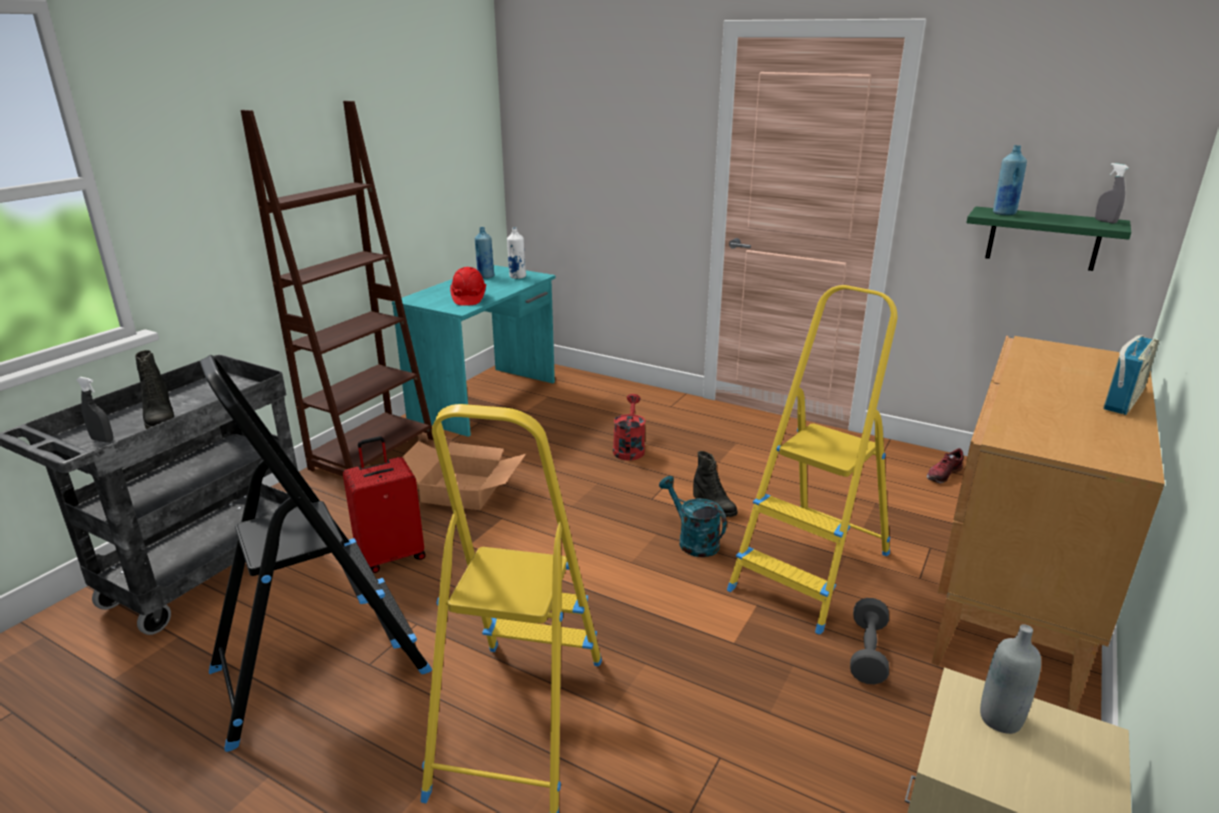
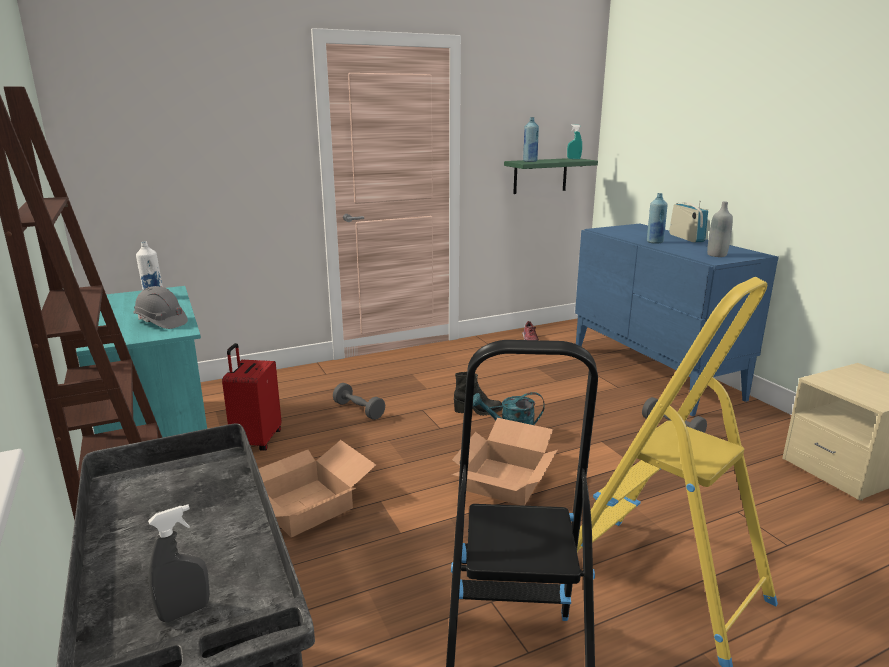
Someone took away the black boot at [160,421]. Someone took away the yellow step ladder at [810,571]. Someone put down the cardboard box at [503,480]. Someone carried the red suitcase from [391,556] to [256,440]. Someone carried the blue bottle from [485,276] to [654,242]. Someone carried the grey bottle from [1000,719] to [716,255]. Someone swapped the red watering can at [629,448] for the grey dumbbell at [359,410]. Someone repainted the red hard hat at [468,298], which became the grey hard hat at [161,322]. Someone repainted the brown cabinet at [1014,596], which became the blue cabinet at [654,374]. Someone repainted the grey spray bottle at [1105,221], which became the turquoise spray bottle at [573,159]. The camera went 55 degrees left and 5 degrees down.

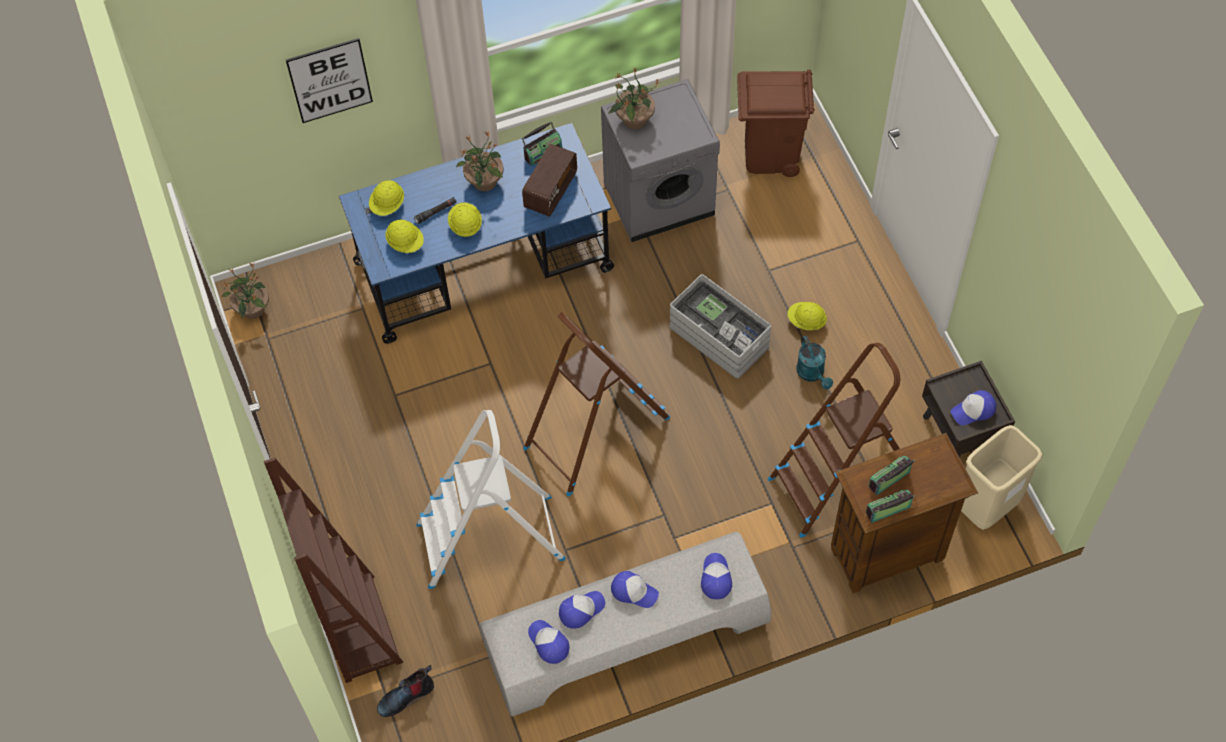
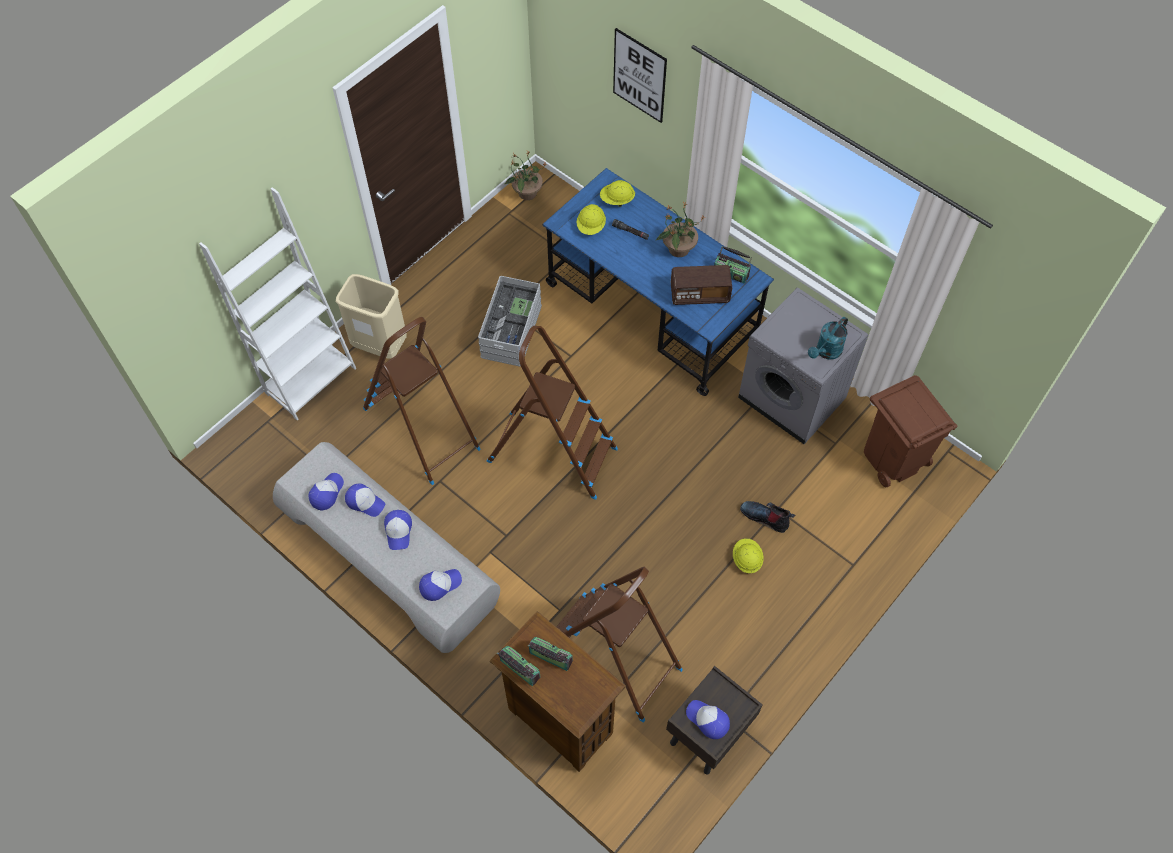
Someone took away the yellow hard hat at [465,225]. Someone took away the potted plant at [634,120]. Someone carried the boot from [406,696] to [765,517]. Someone carried the grey storage box from [720,336] to [512,331]. Someone carried the turquoise watering can from [812,374] to [826,352]. Someone carried the beige trash can from [986,506] to [380,346]. Someone repainted the brown bookcase at [359,628], which became the white bookcase at [310,380]. Someone repainted the white step ladder at [489,542], which became the brown step ladder at [420,427]. The camera went 60 degrees right and 0 degrees up.

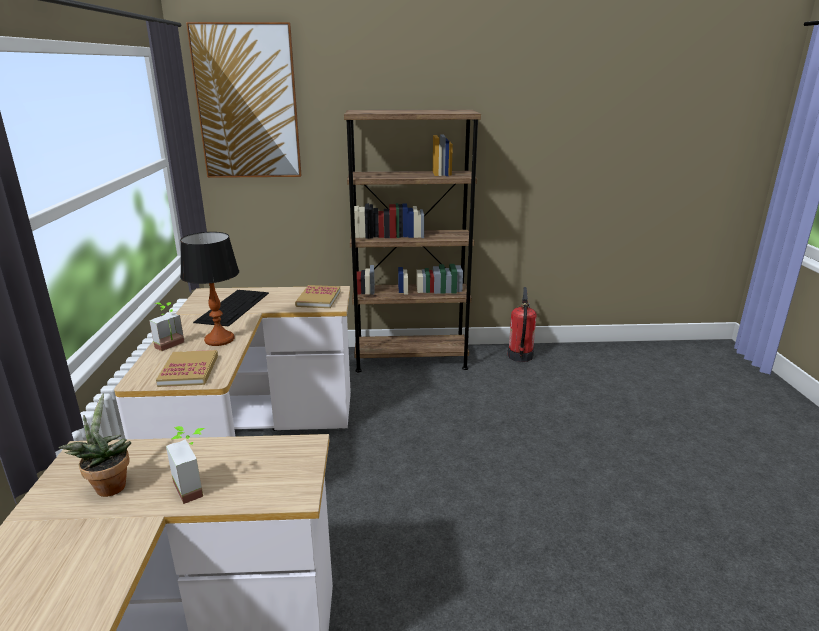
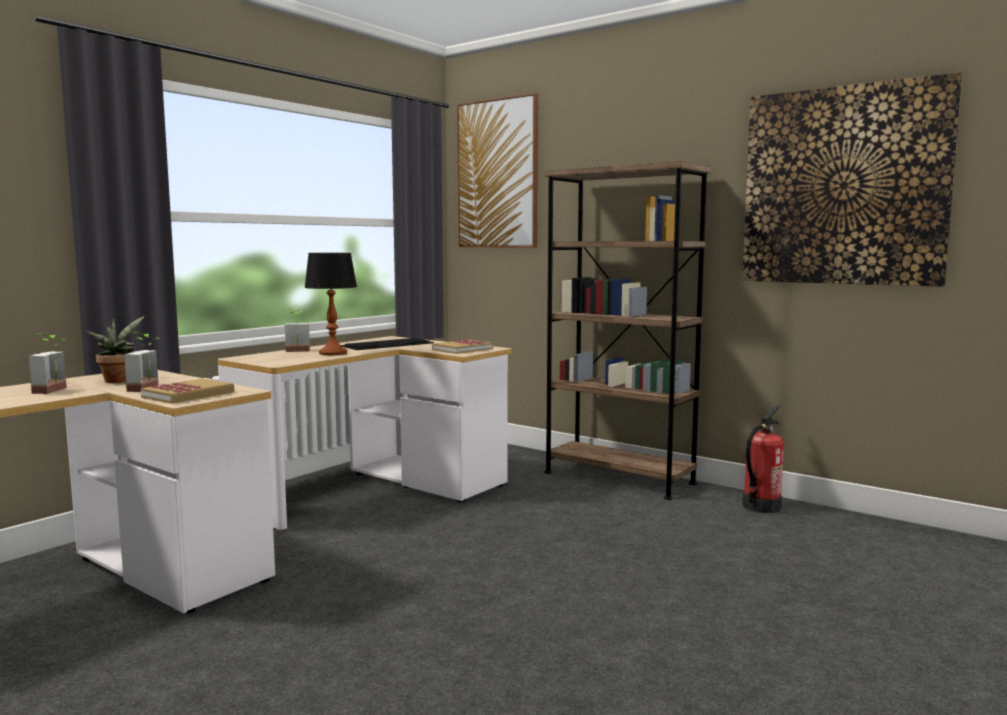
Someone put down the potted plant at [56,390]. Someone put up the picture at [843,186]. Someone carried the book from [189,371] to [188,394]. The camera went 40 degrees right and 15 degrees down.

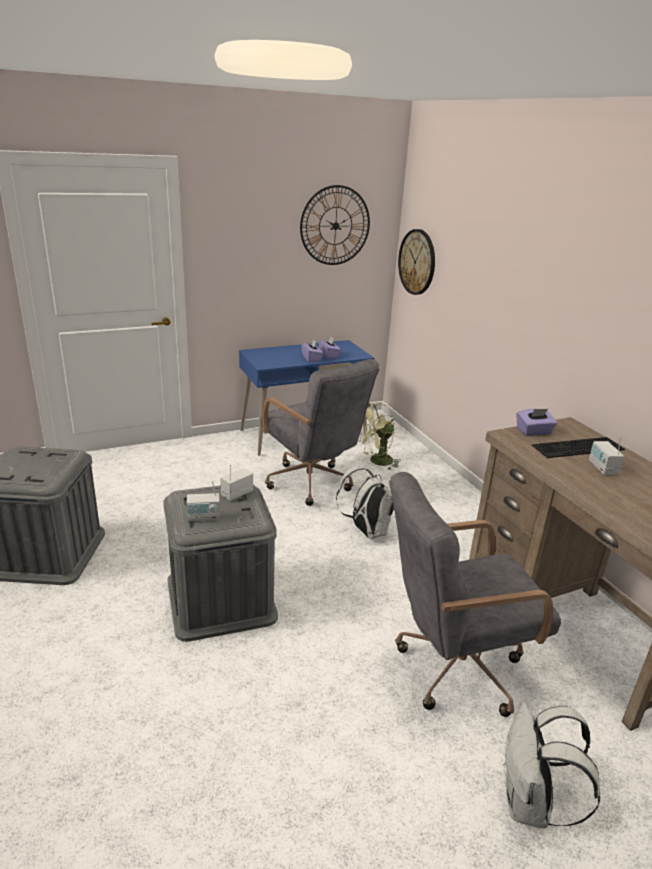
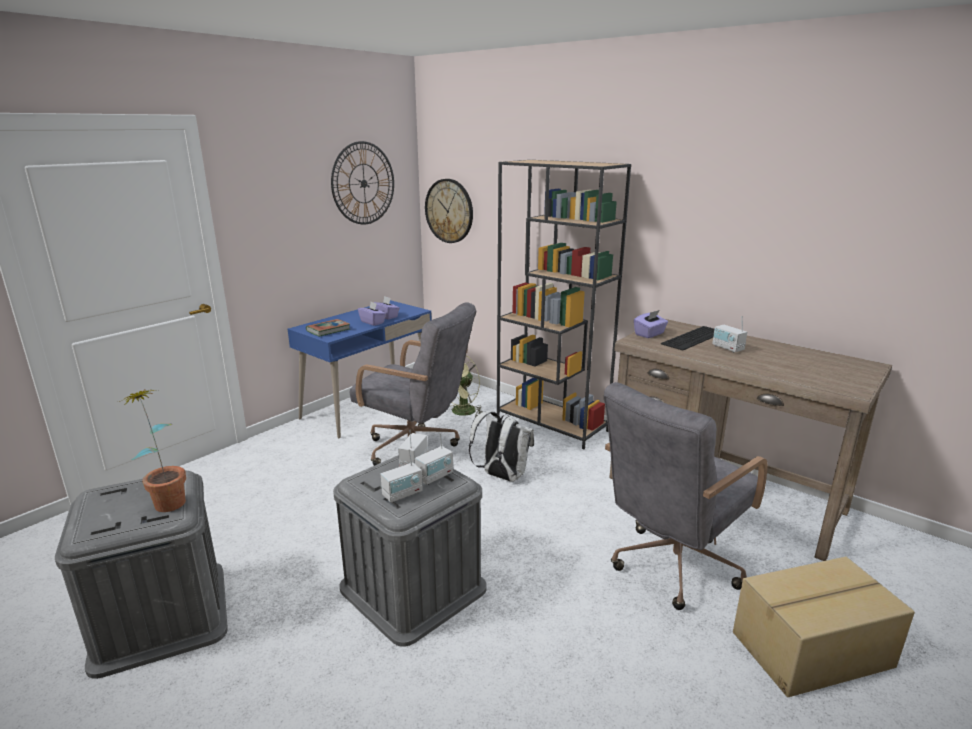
Someone put down the potted plant at [167,500]. Someone put down the book at [328,330]. Someone put down the radio at [435,476]. Someone put down the bookcase at [552,424]. Someone swapped the white backpack at [530,804] for the cardboard box at [813,651]. The camera went 25 degrees left and 5 degrees down.

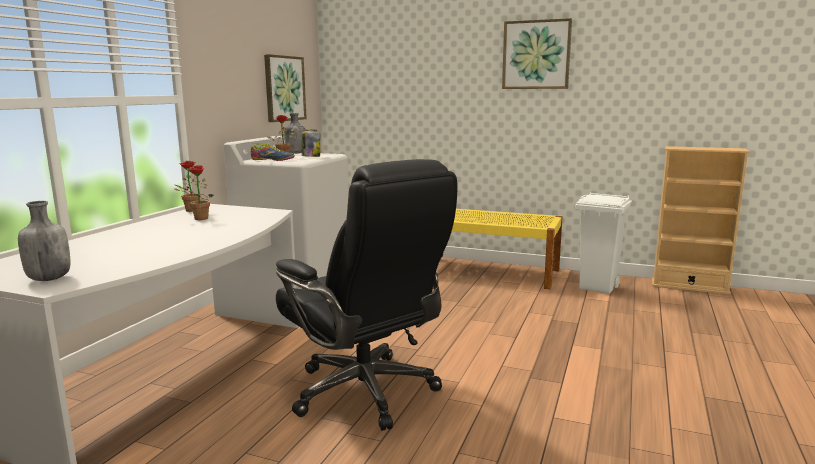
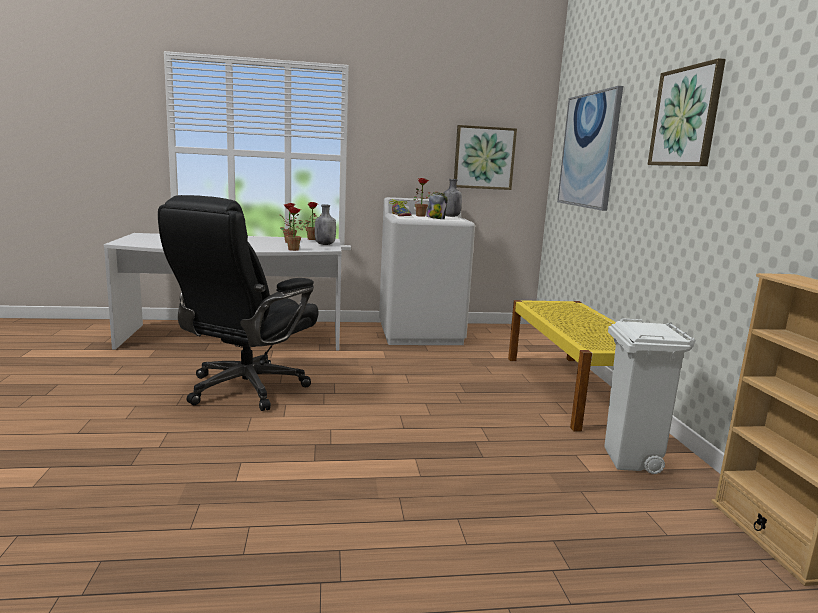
Someone put down the potted plant at [295,249]. Someone put up the picture at [588,150]. Someone carried the grey bottle from [48,279] to [325,244]. The camera went 60 degrees right and 0 degrees up.

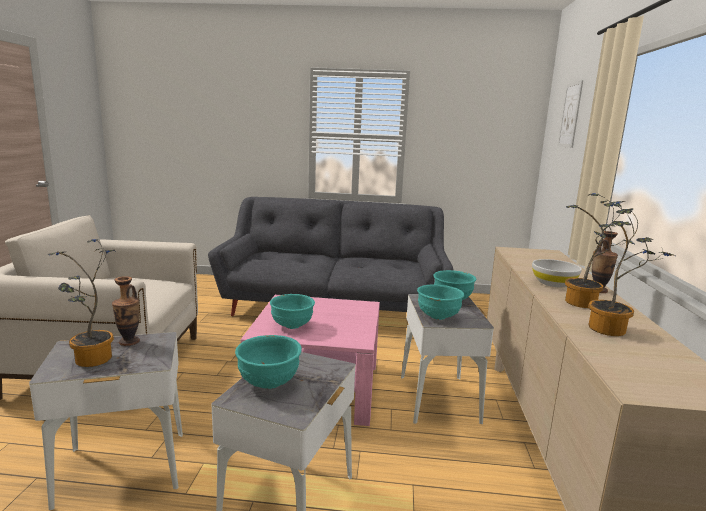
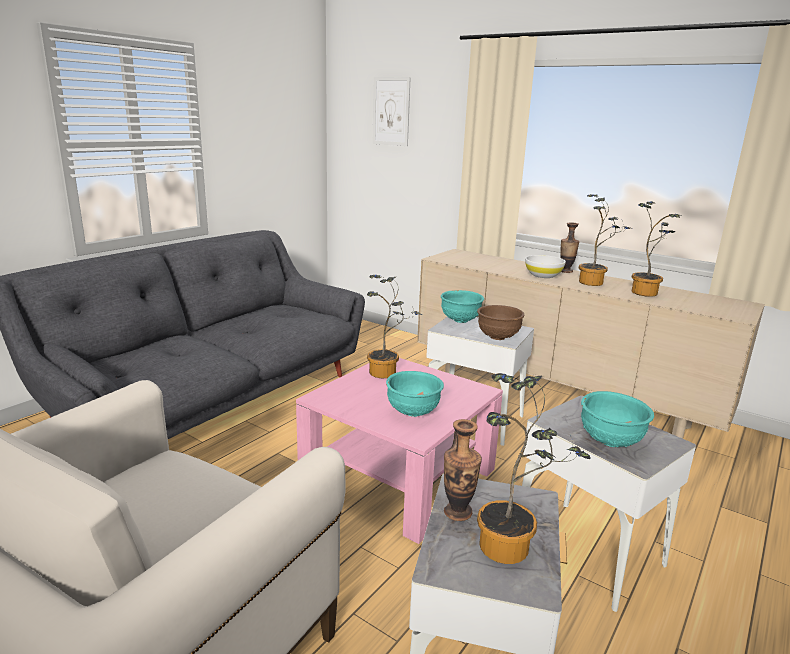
Someone put down the potted plant at [387,373]. Someone repainted the turquoise bowl at [438,317], which became the brown bowl at [498,337]. The camera went 60 degrees left and 5 degrees up.

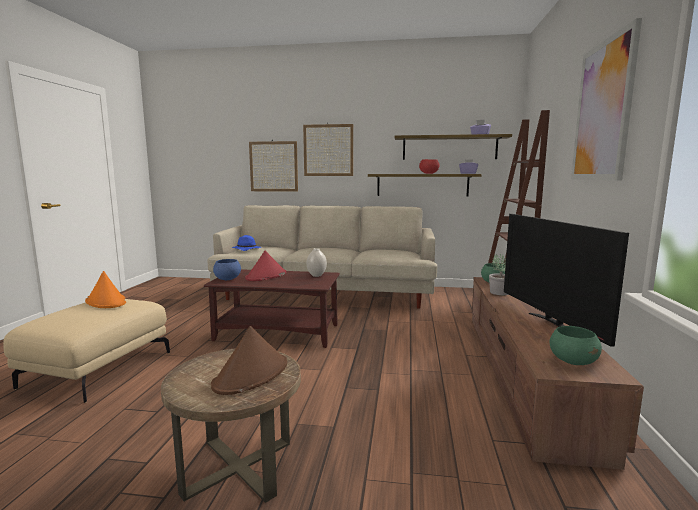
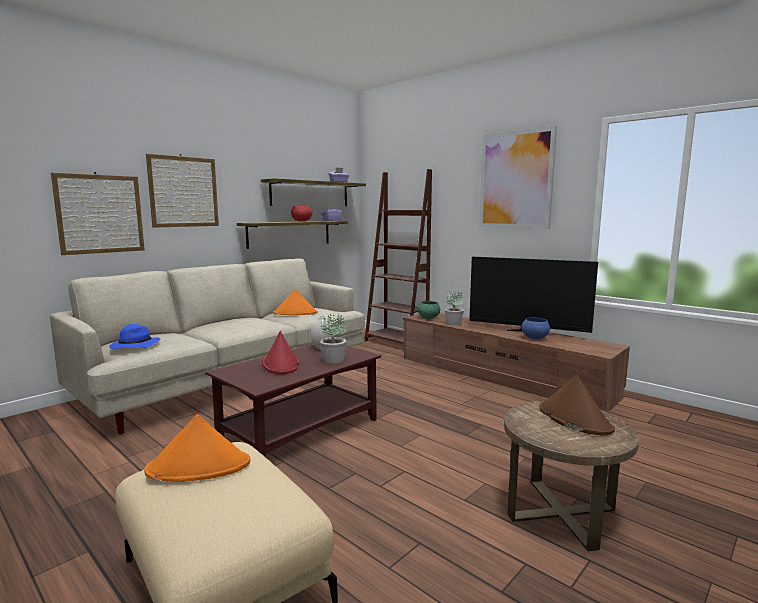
Someone took away the green bowl at [572,361]. Someone put down the orange hat at [295,313]. Someone put down the potted plant at [334,360]. Someone carried the blue bowl from [227,279] to [534,338]. The camera went 55 degrees left and 0 degrees up.

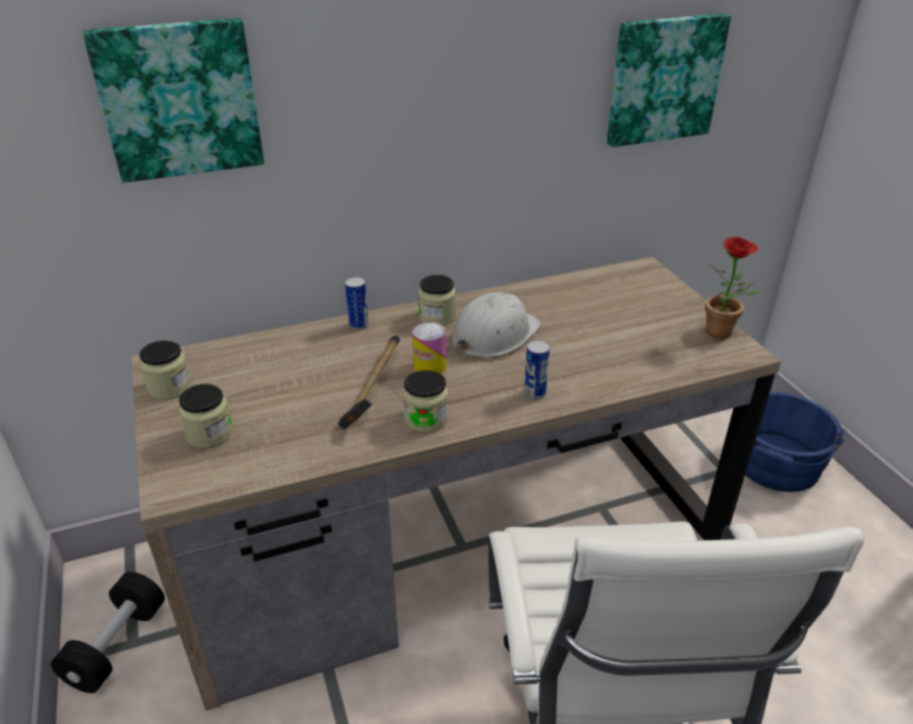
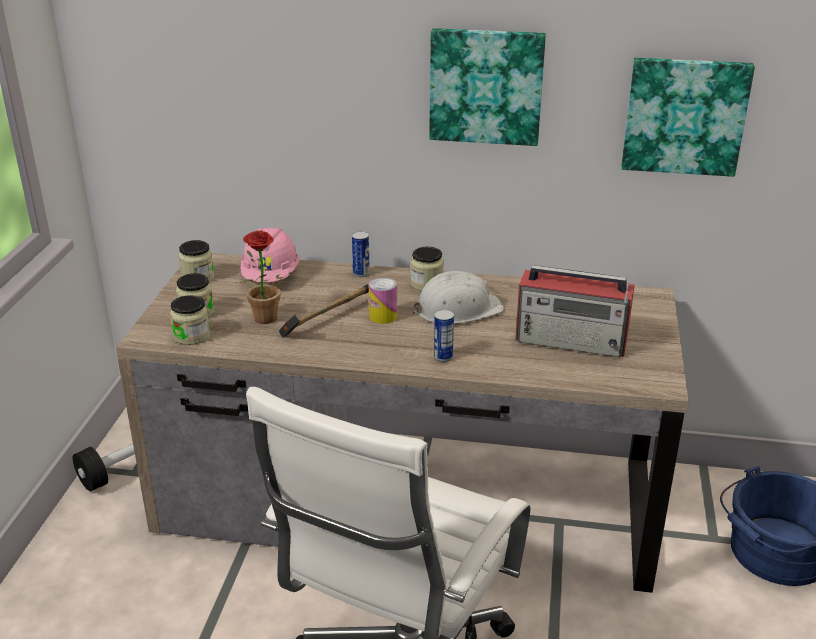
Someone put down the pink hard hat at [271,276]. Someone put down the radio at [572,341]. Someone carried the picture from [179,99] to [486,86]. Someone carried the jar from [426,419] to [192,336]. Someone carried the potted plant from [723,334] to [265,321]. The camera went 30 degrees right and 5 degrees down.

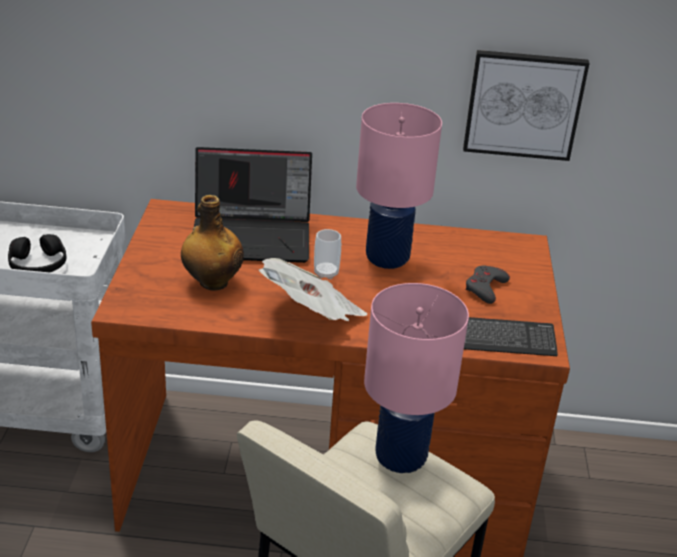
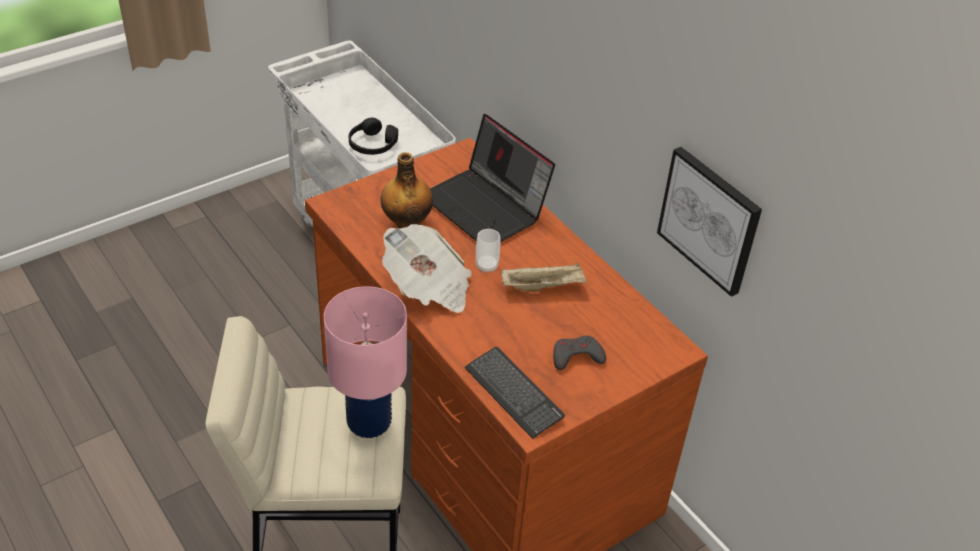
Someone swapped the pink table lamp at [386,261] for the beige tray at [543,286]. The camera went 50 degrees right and 10 degrees up.

